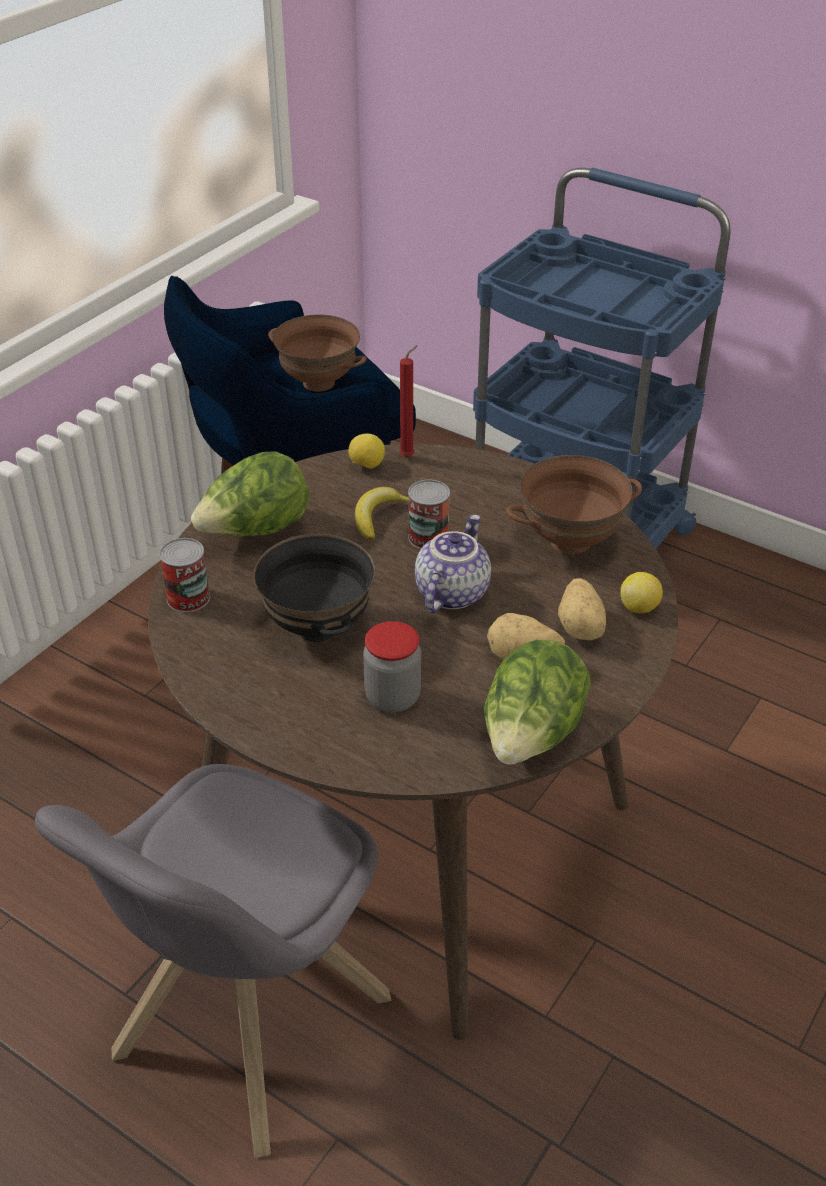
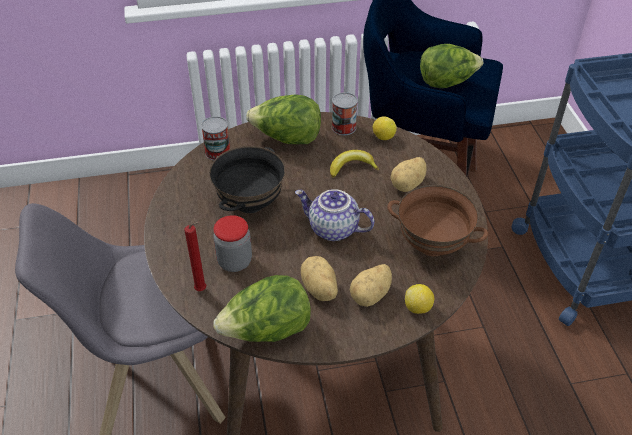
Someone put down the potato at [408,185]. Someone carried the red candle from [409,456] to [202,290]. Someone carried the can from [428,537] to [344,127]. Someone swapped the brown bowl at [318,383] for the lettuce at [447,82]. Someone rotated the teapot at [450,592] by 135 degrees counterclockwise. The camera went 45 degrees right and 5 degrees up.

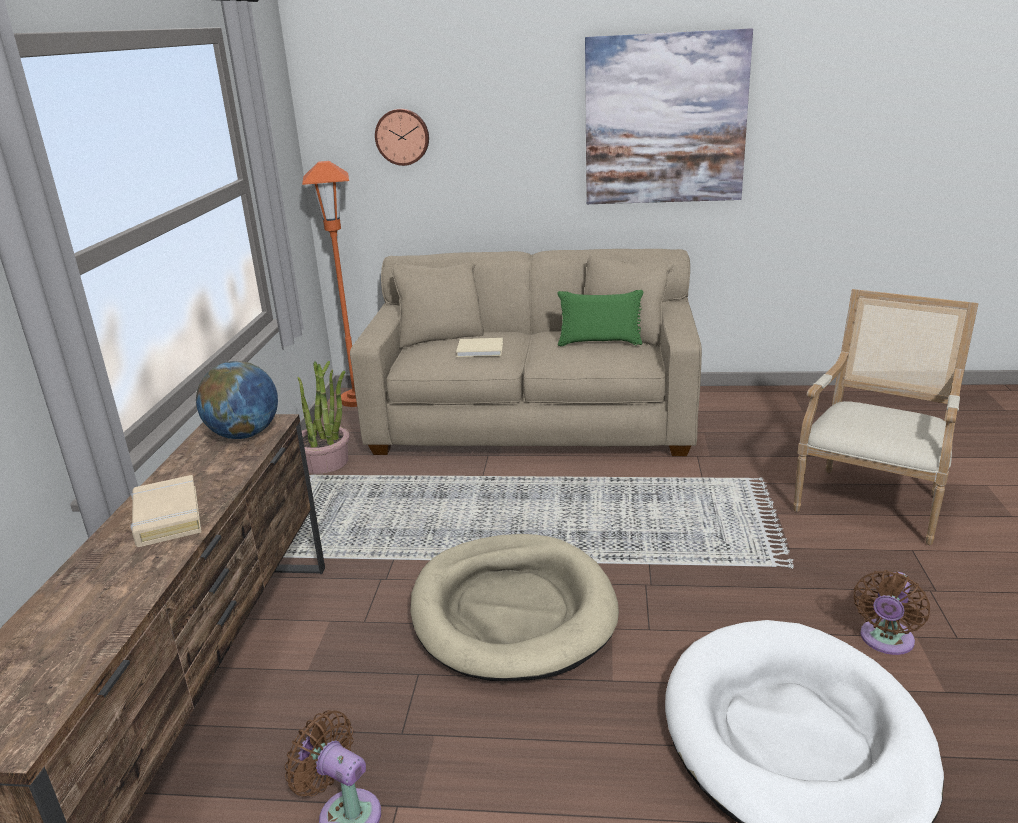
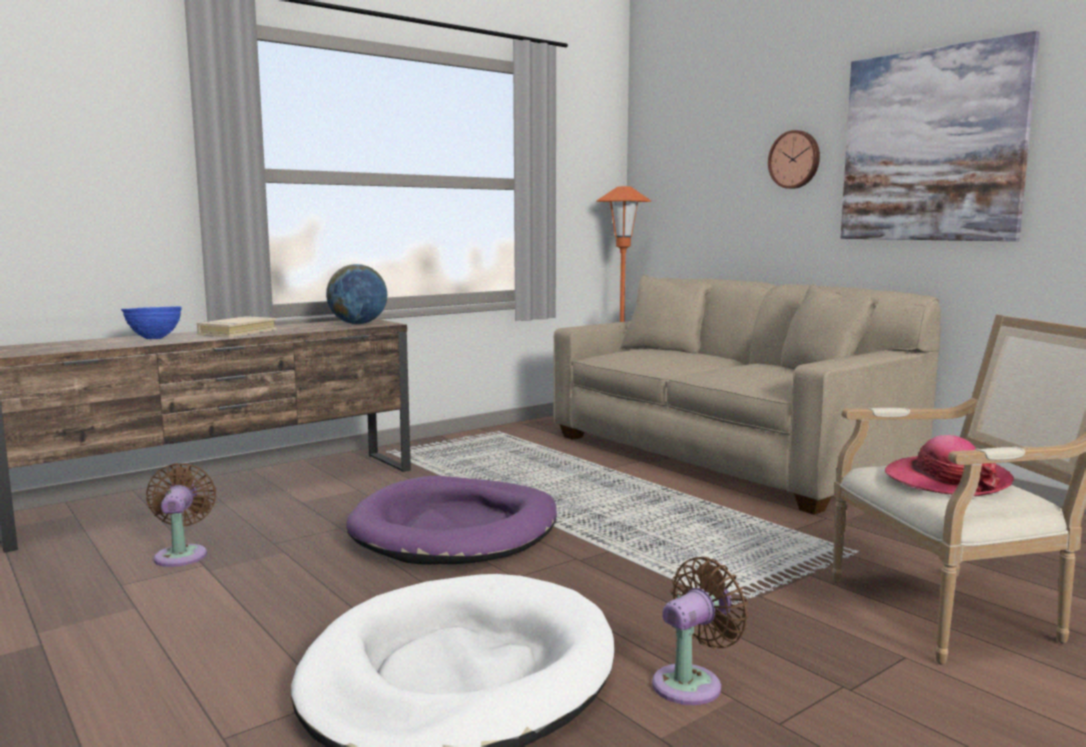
Someone took away the potted plant at [325,462]. Someone took away the beige book at [481,349]. Someone took away the green pillow at [600,342]. Someone put down the blue bowl at [154,339]. Someone put down the hat at [946,480]. Someone carried the wall clock from [402,136] to [795,159]. Someone repainted the beige dog bed at [512,611], which became the purple dog bed at [456,529]. Someone rotated the brown fan at [885,641] by 150 degrees clockwise. The camera went 45 degrees right and 15 degrees down.

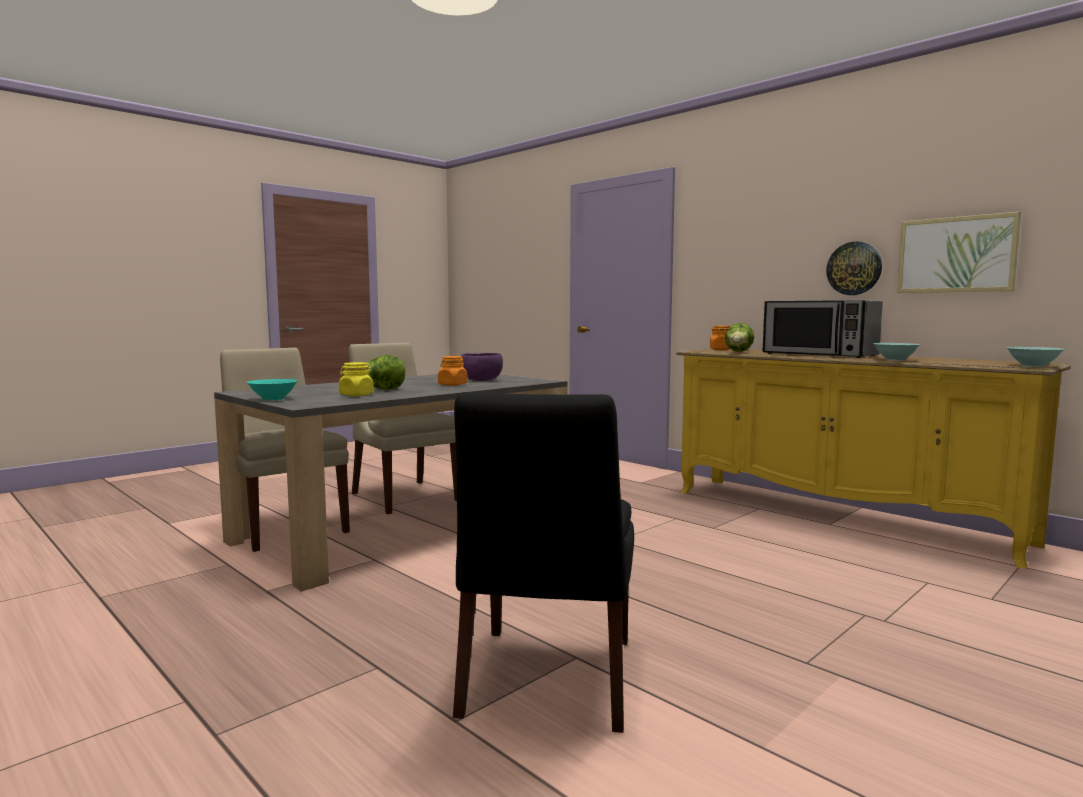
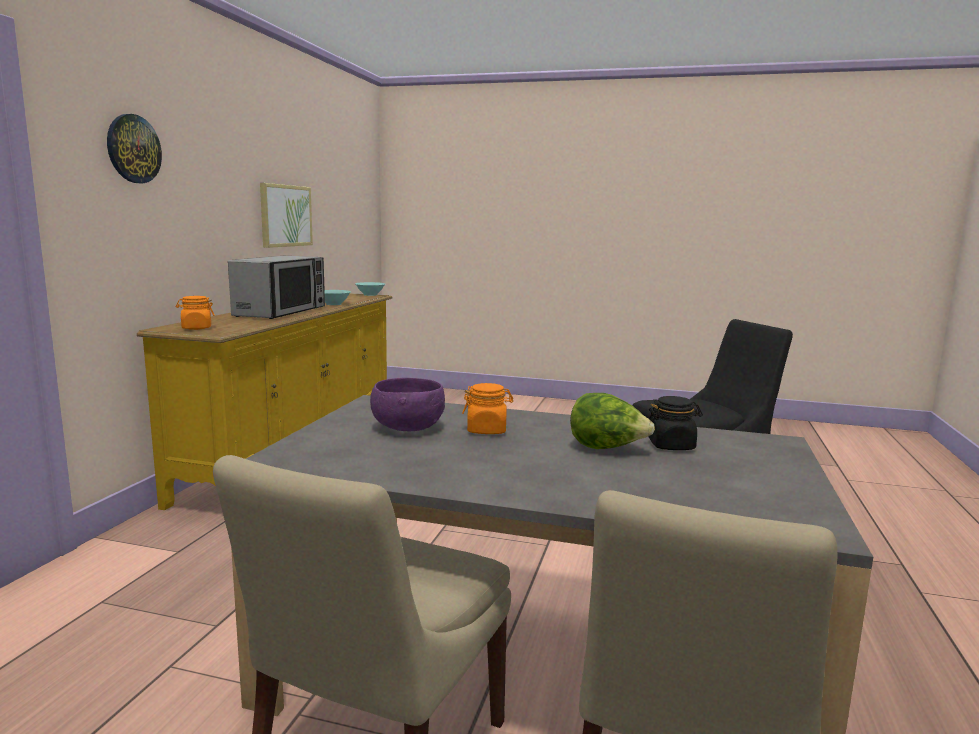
Someone took away the turquoise bowl at [274,399]. Someone took away the lettuce at [739,352]. Someone carried the wall clock from [854,268] to [133,149]. Someone repainted the yellow jar at [356,395], which became the black jar at [671,446]. The camera went 120 degrees left and 5 degrees up.

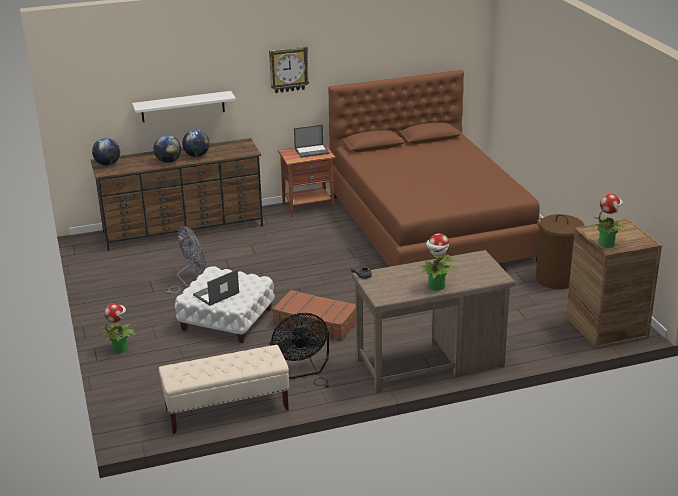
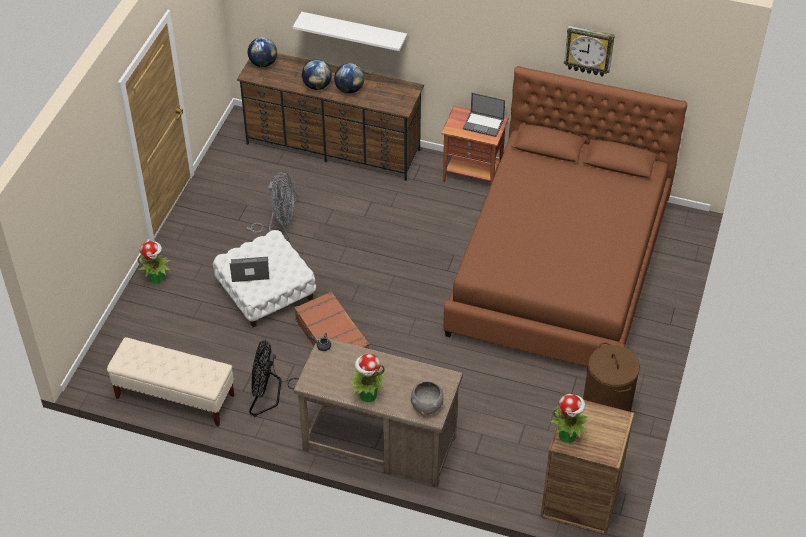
Someone put down the grey bowl at [426,406]. Someone carried the wall clock from [288,69] to [589,50]. Someone rotated the black fan at [304,371] by 105 degrees counterclockwise. The camera went 35 degrees right and 20 degrees up.

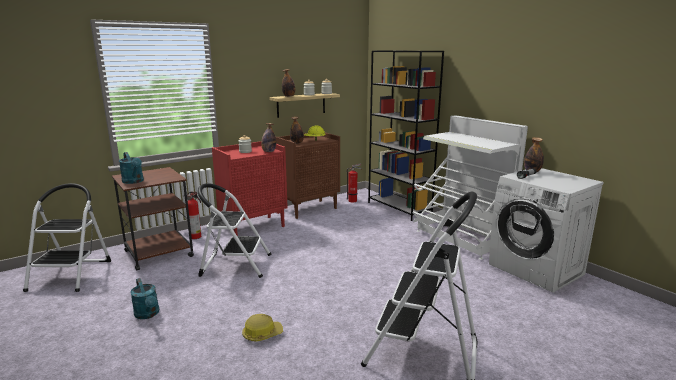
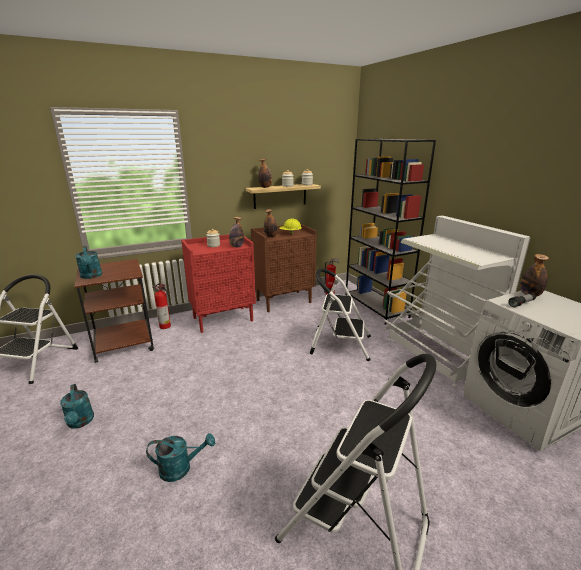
Someone carried the step ladder from [234,265] to [338,344]. Someone swapped the hard hat at [262,334] for the turquoise watering can at [181,468]. The camera went 10 degrees right and 5 degrees up.

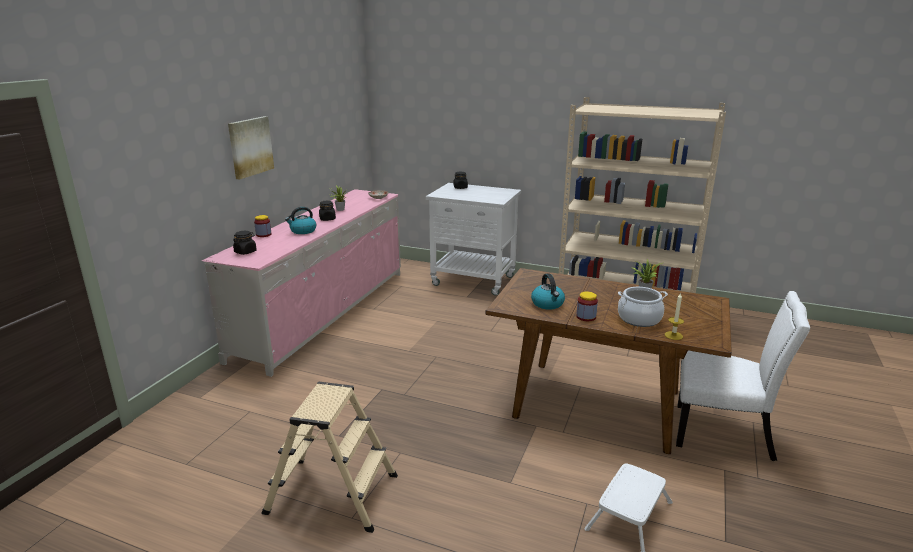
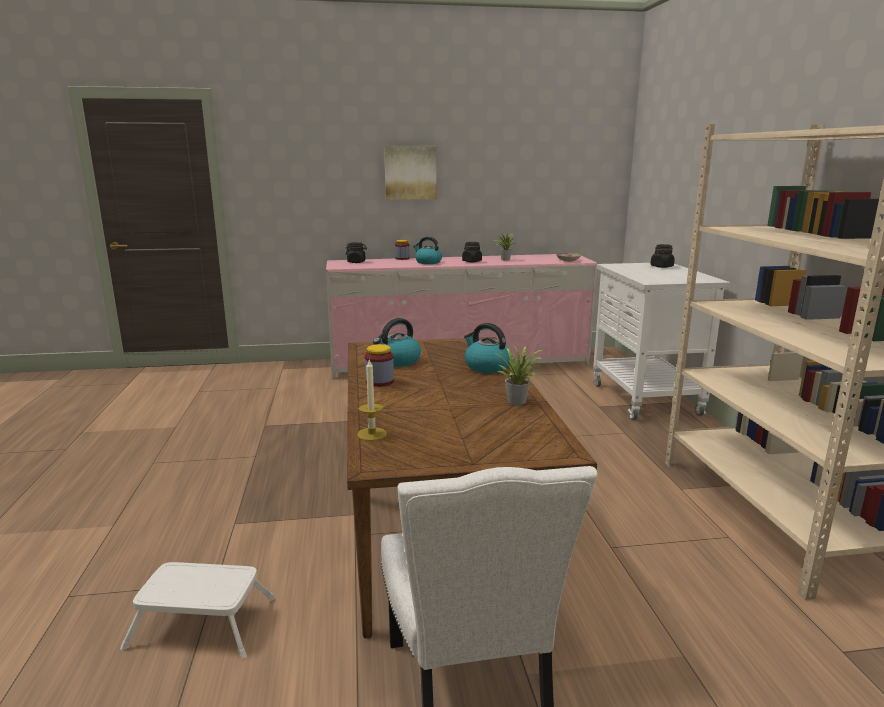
Someone took away the beige step ladder at [332,493]. Someone took away the cooking pot at [639,319]. Someone put down the kettle at [487,367]. The camera went 60 degrees right and 5 degrees down.

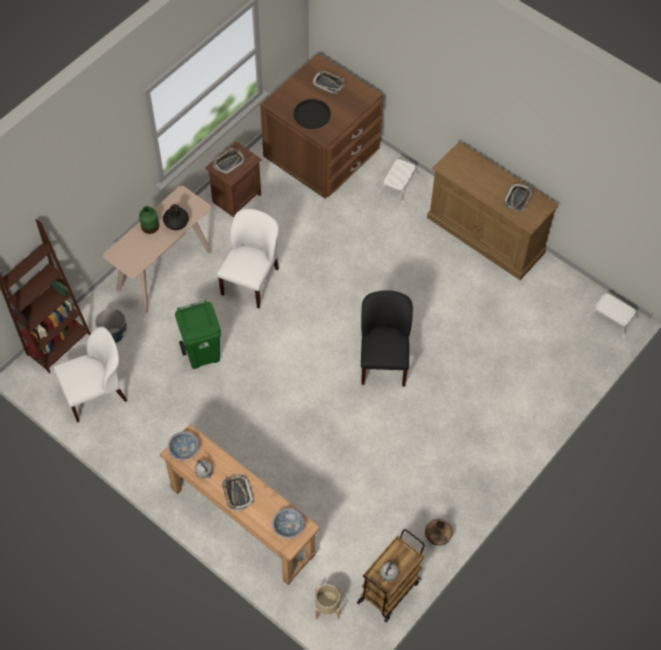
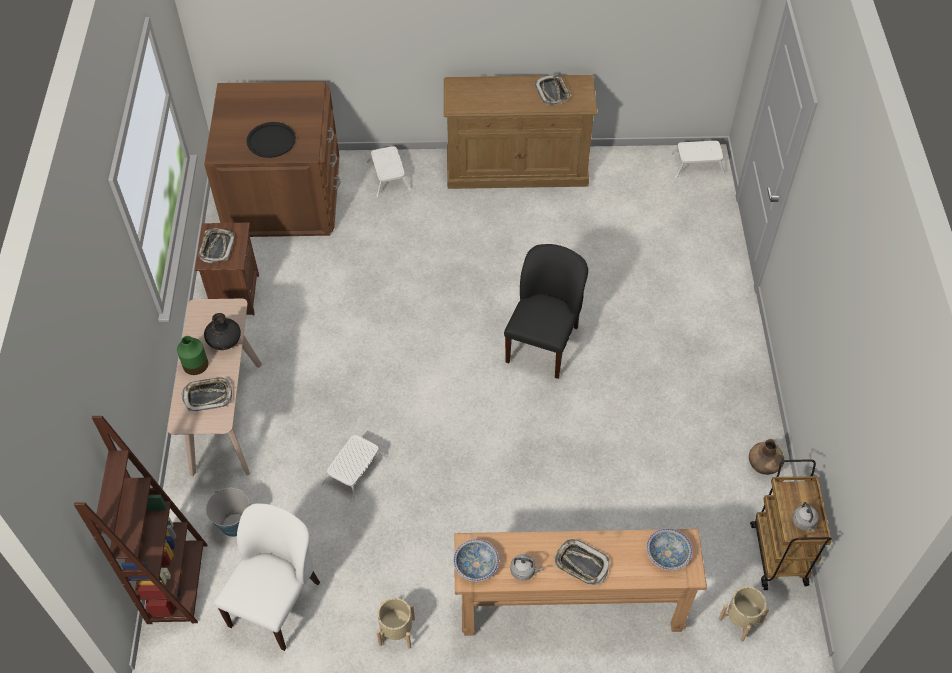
Someone took away the white chair at [251,280]. Someone put down the beige planter at [396,631]. Someone carried the tray from [328,83] to [208,396]. Someone swapped the green trash can at [203,354] for the white step ladder at [355,470]. Someone rotated the black chair at [383,361] by 60 degrees clockwise. The camera went 40 degrees left and 5 degrees down.

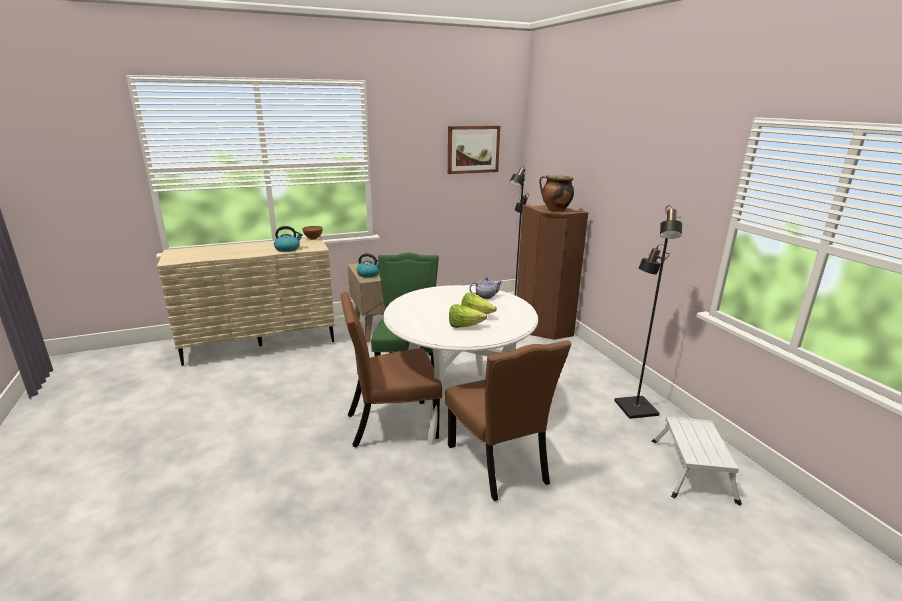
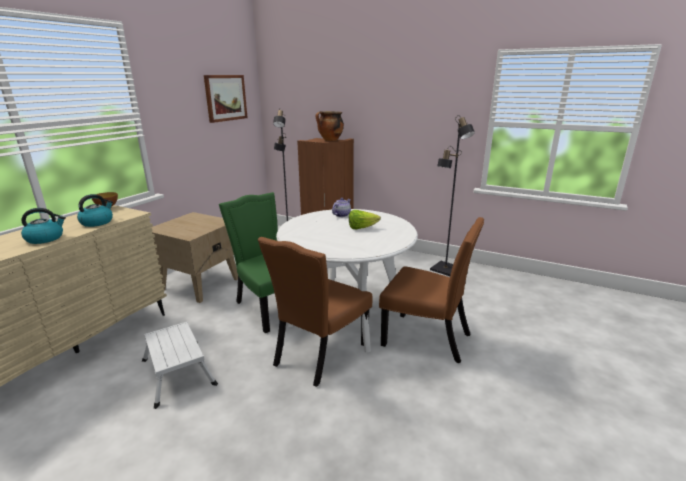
Someone took away the lettuce at [464,326]. Someone carried the kettle from [369,274] to [46,238]. Someone carried the white step ladder from [692,470] to [178,372]. The camera went 40 degrees left and 0 degrees up.

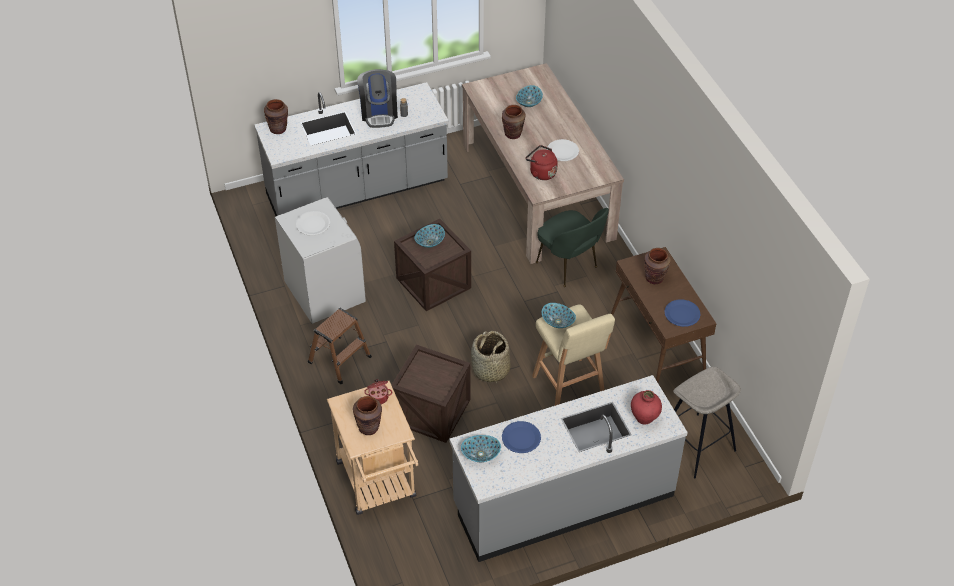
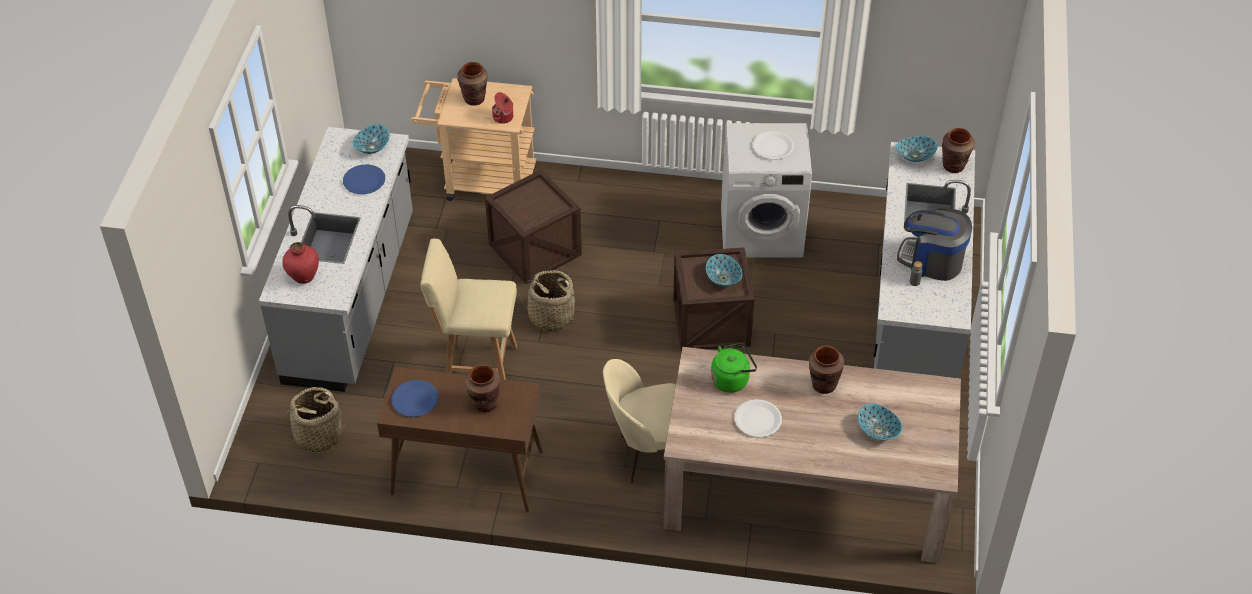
Someone took away the brown step ladder at [339,359]. Someone carried the bowl from [558,322] to [914,156]. Someone swapped the grey stool at [696,446] for the basket at [318,435]. Someone repainted the red kettle at [541,172], which became the green kettle at [732,379]. Someone repainted the green chair at [569,268], which became the beige chair at [648,455]. The camera went 120 degrees right and 0 degrees up.

